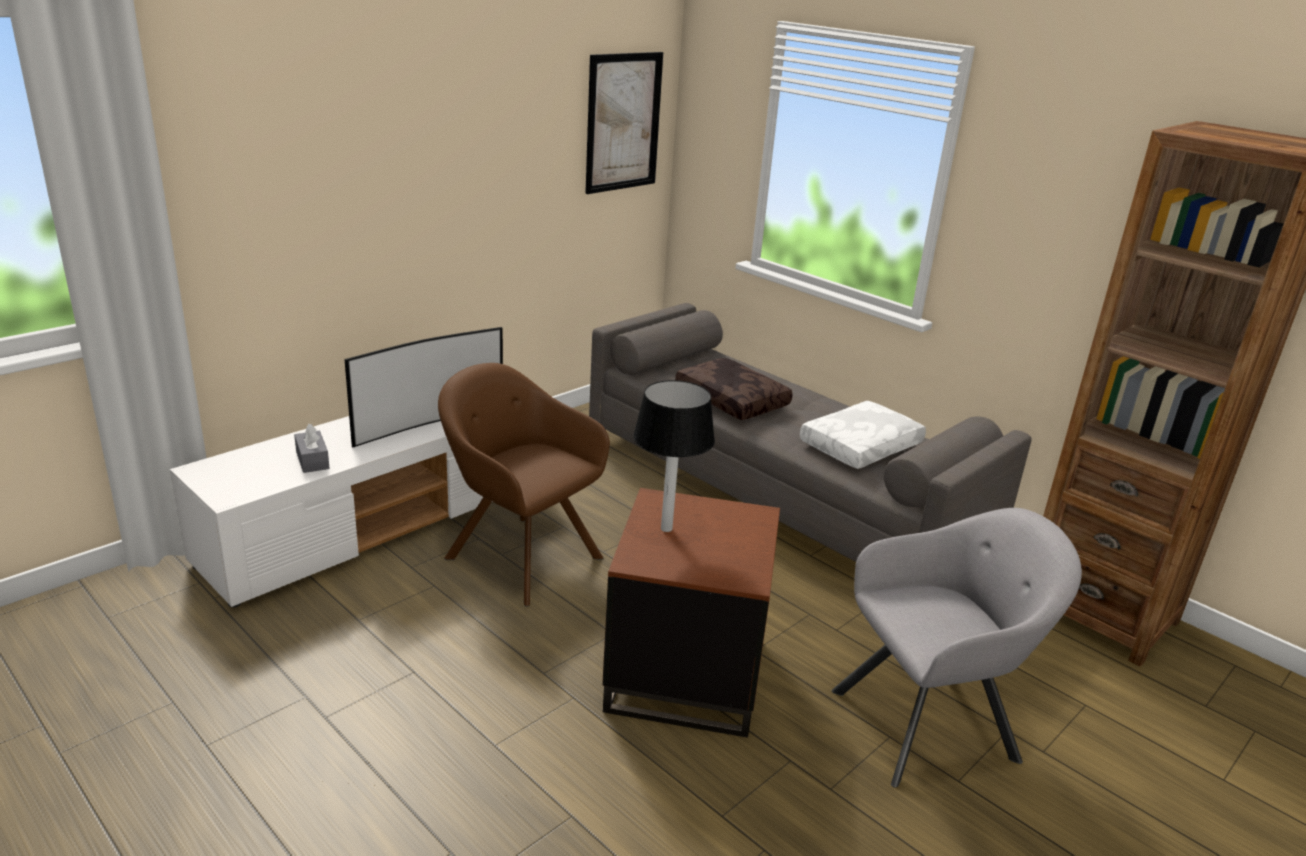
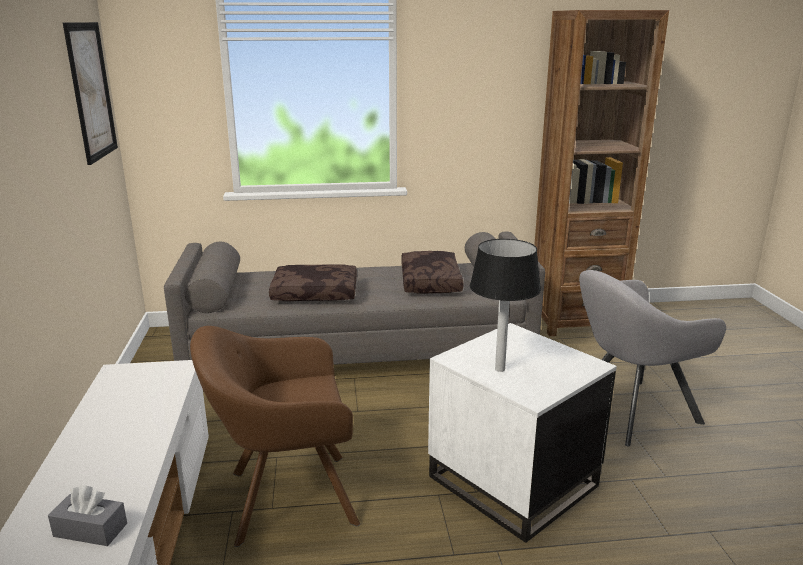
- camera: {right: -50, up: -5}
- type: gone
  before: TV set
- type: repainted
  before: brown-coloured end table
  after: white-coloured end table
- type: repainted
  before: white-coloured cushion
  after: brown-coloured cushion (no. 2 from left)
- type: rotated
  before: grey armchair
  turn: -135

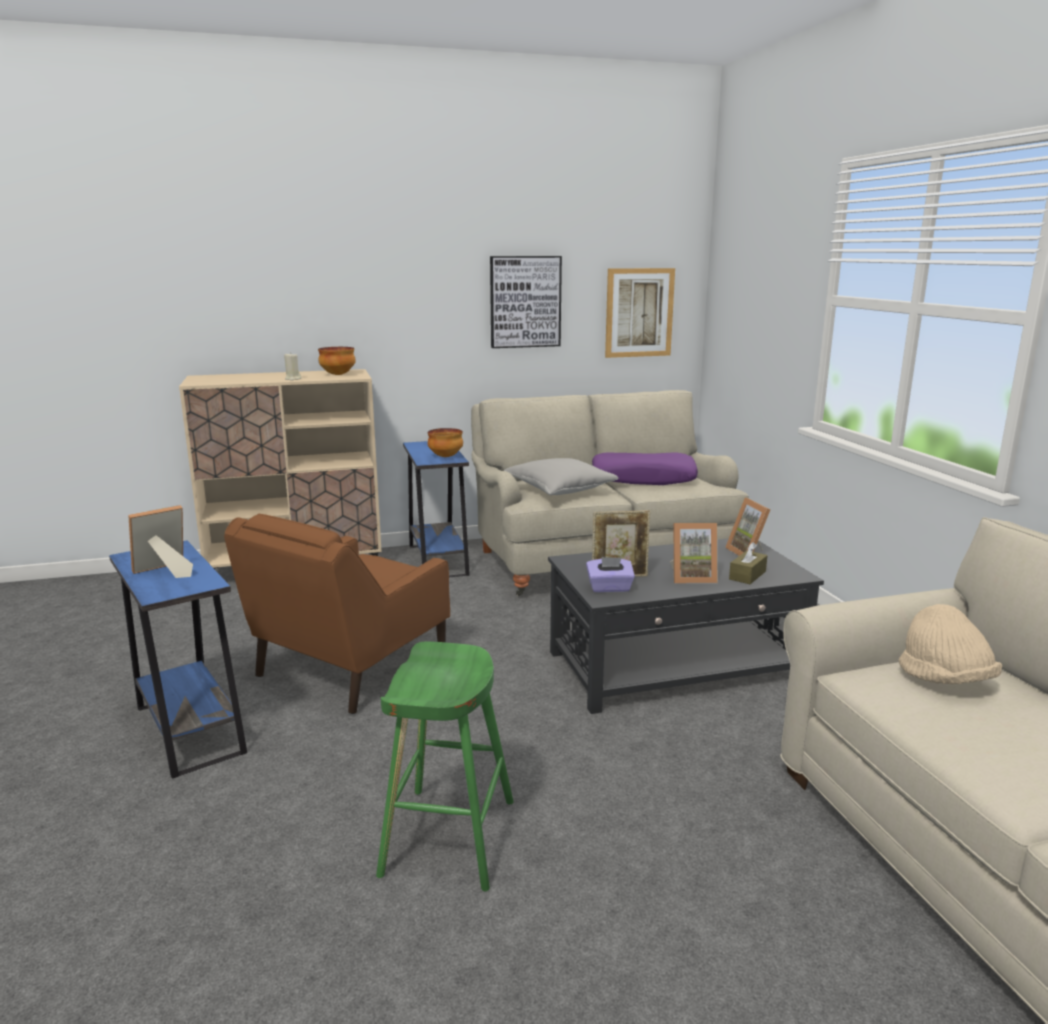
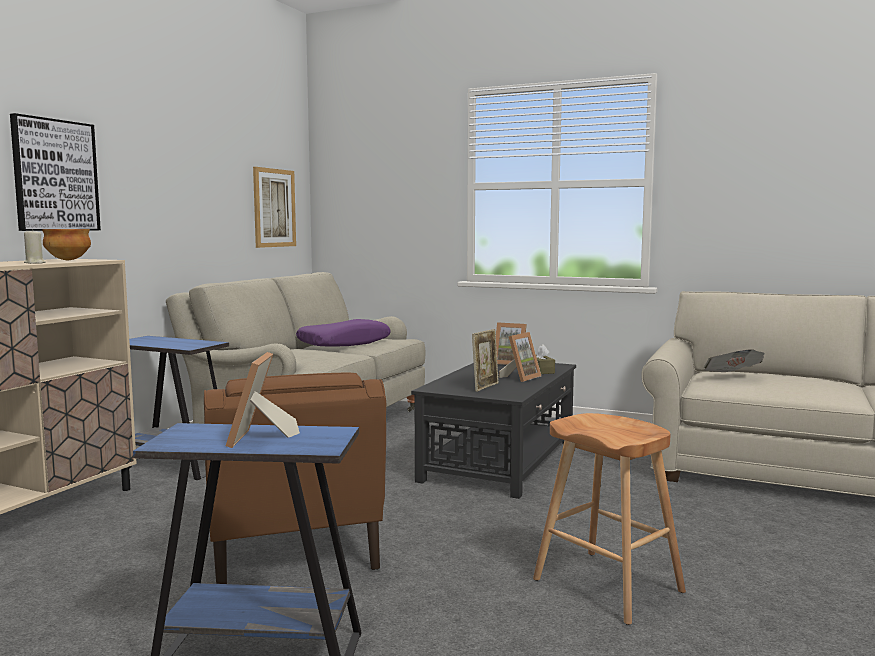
- camera: {right: -50, up: -10}
- type: gone
  before: deep dish (no. 2 from left)
- type: gone
  before: grey cushion
- type: gone
  before: purplish tissue holder
- type: shifted
  before: wall art (no. 1 from left)
- type: swapped
  before: beige hat
  after: daily paper
- type: repainted
  before: green sitting stool
  after: brown-coloured sitting stool

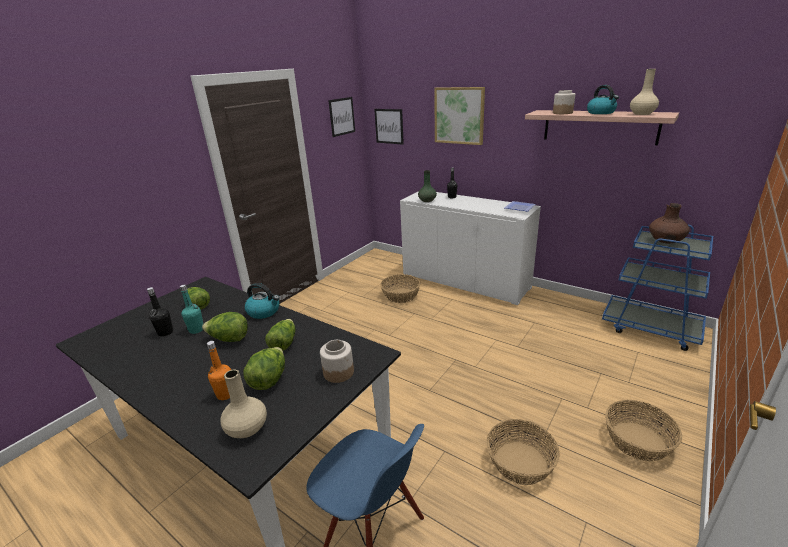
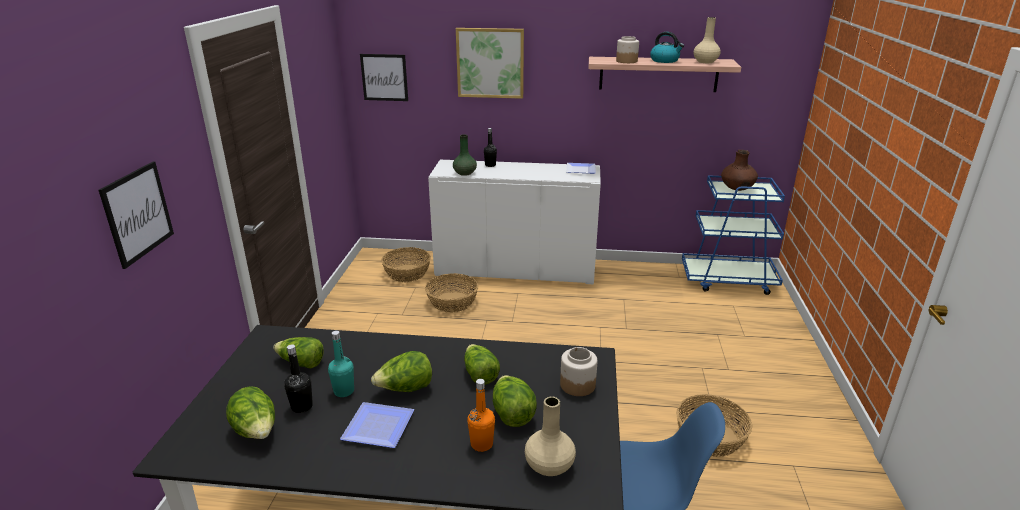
- camera: {right: -30, up: 0}
- type: gone
  before: kettle (no. 1 from left)
- type: new
  after: head of lettuce (no. 1 from left)
- type: new
  after: plate (no. 1 from left)
- type: shifted
  before: wall art (no. 1 from left)
- type: shifted
  before: household basket (no. 3 from left in the first image)
  after: household basket (no. 1 from left)

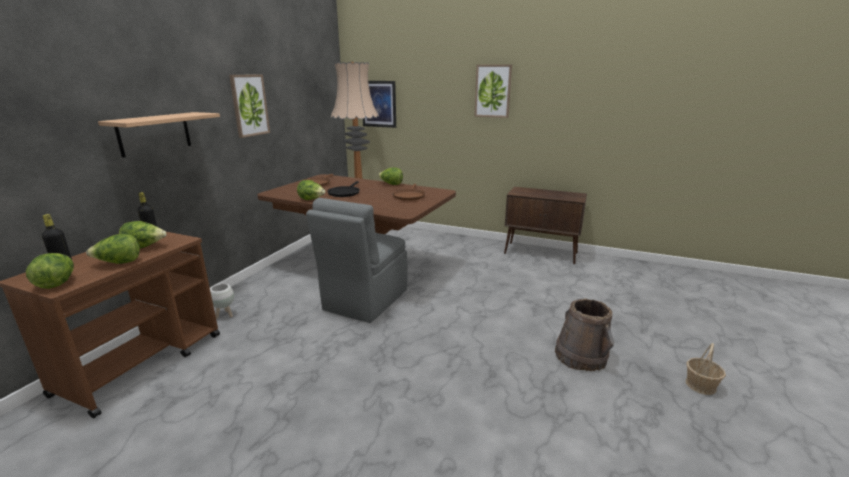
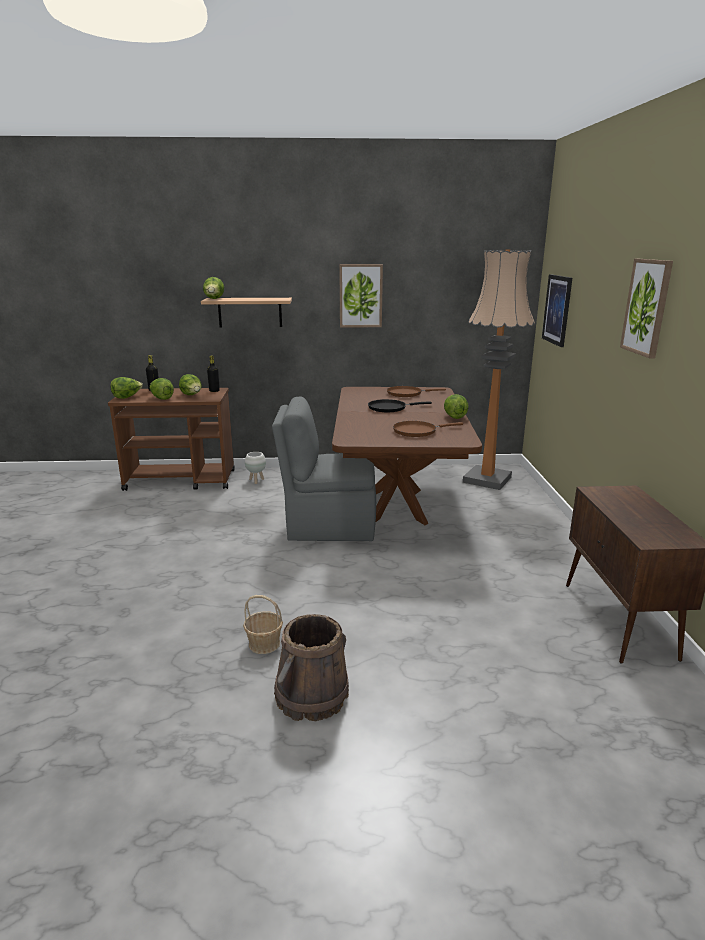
- camera: {right: 65, up: 0}
- type: shifted
  before: head of lettuce (no. 4 from left)
- type: shifted
  before: household basket

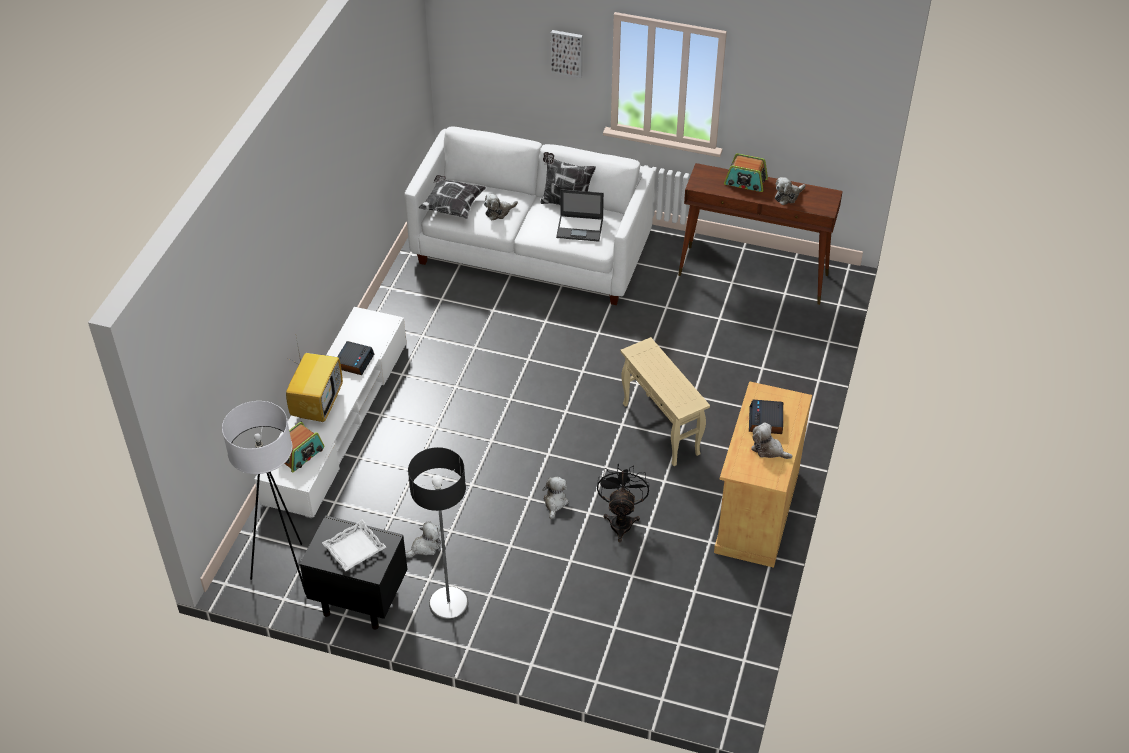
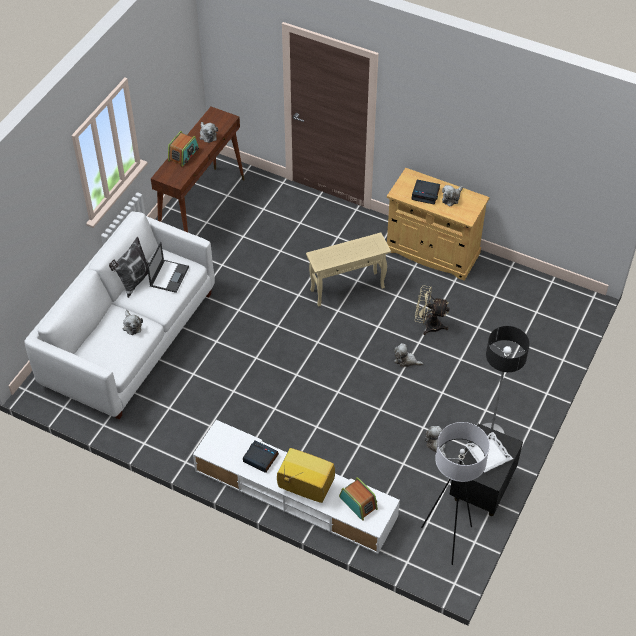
- camera: {right: -80, up: 5}
- type: gone
  before: cushion (no. 1 from left)
- type: gone
  before: wall art
- type: repainted
  before: black electric fan
  after: beige electric fan

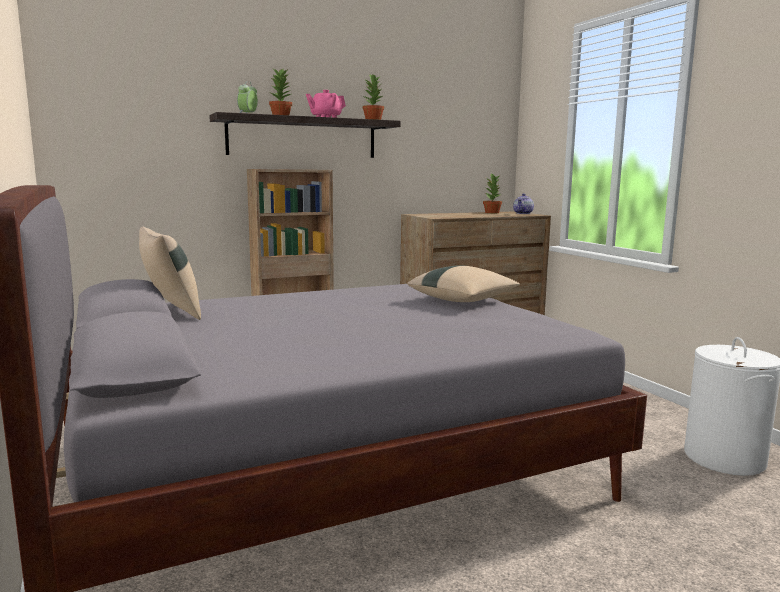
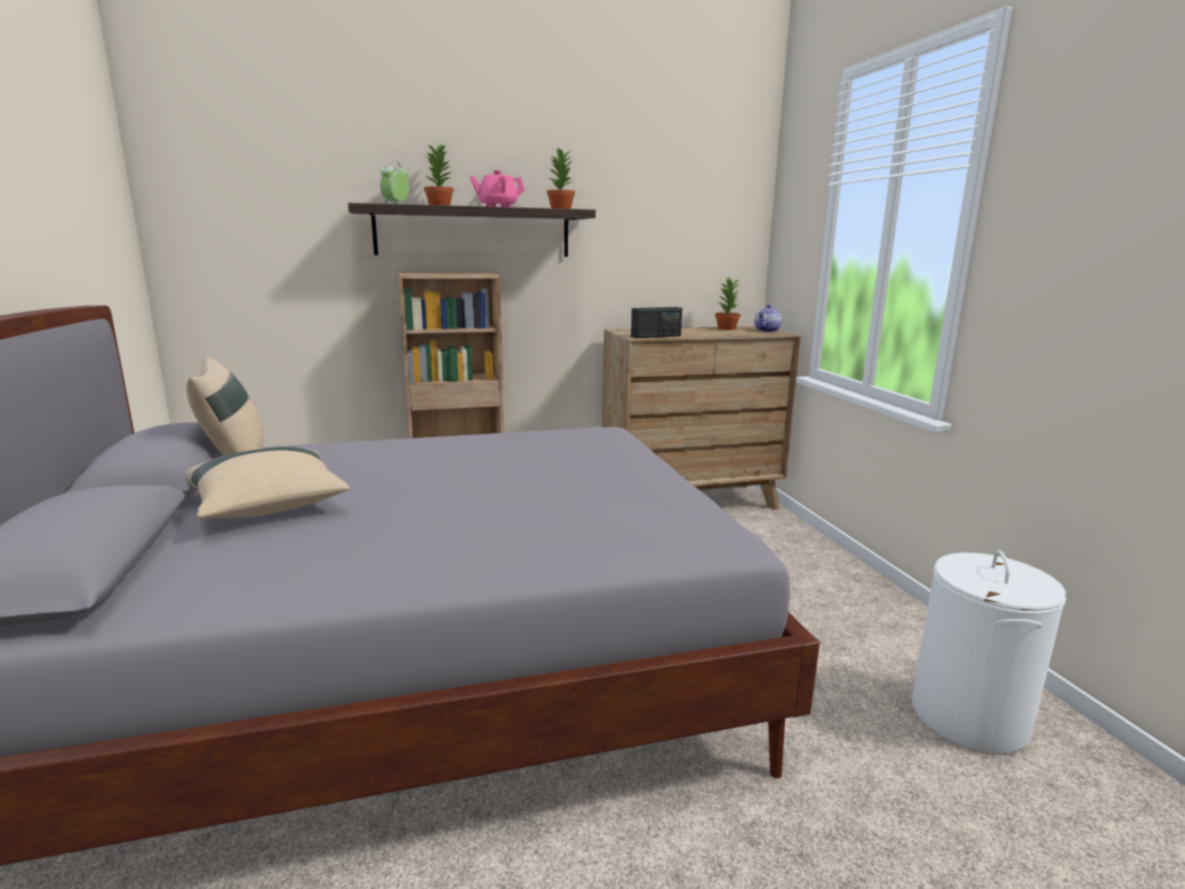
- camera: {right: 10, up: 5}
- type: new
  after: radio receiver
- type: shifted
  before: beige cushion (no. 2 from left)

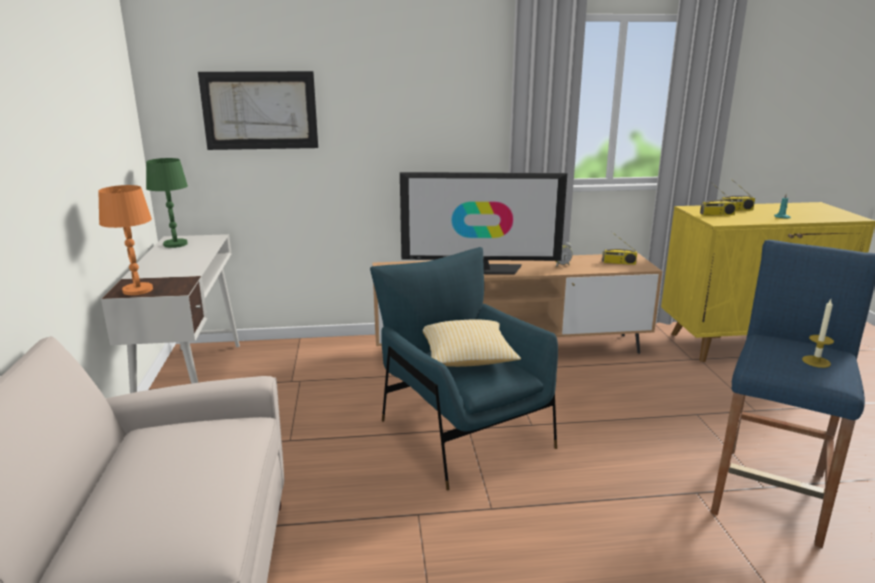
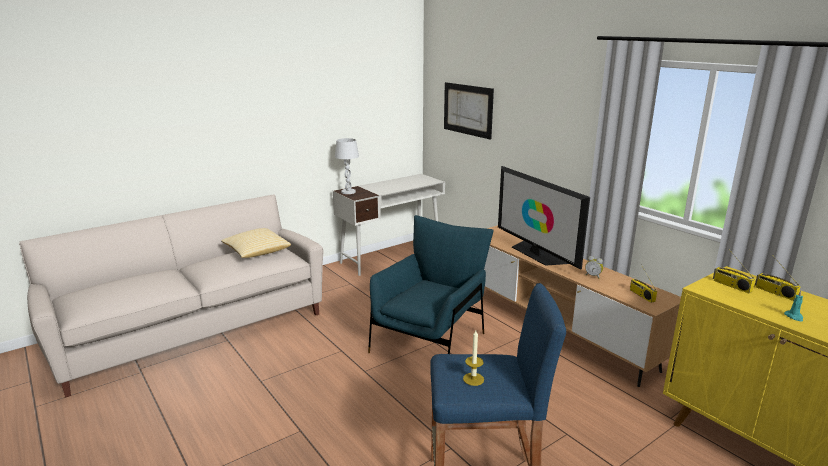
- camera: {right: 60, up: 0}
- type: gone
  before: green table lamp
- type: shifted
  before: cushion
- type: repainted
  before: orange table lamp
  after: white-coloured table lamp

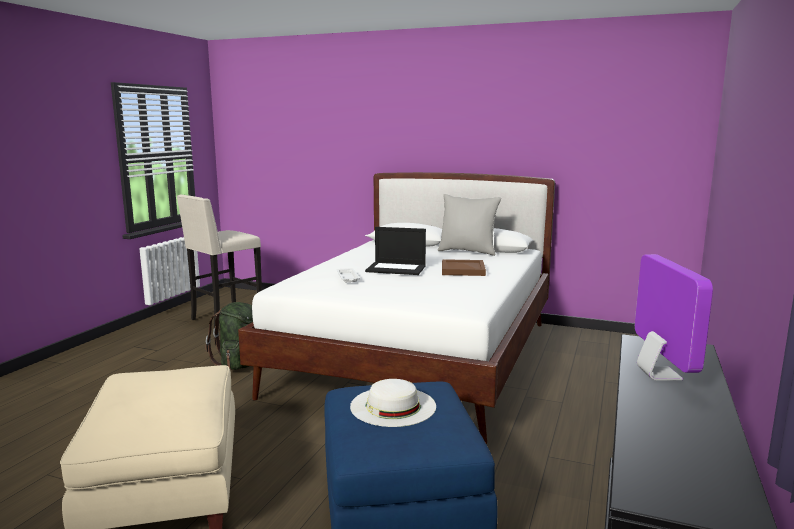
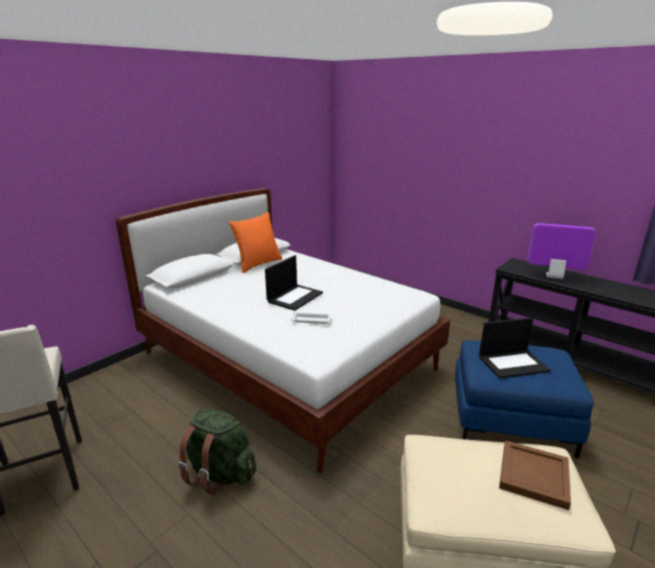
- camera: {right: -70, up: 10}
- type: shifted
  before: brown-coloured serving tray
- type: swapped
  before: white-coloured hat
  after: laptop (no. 2 from left)
- type: repainted
  before: grey cushion
  after: orange cushion

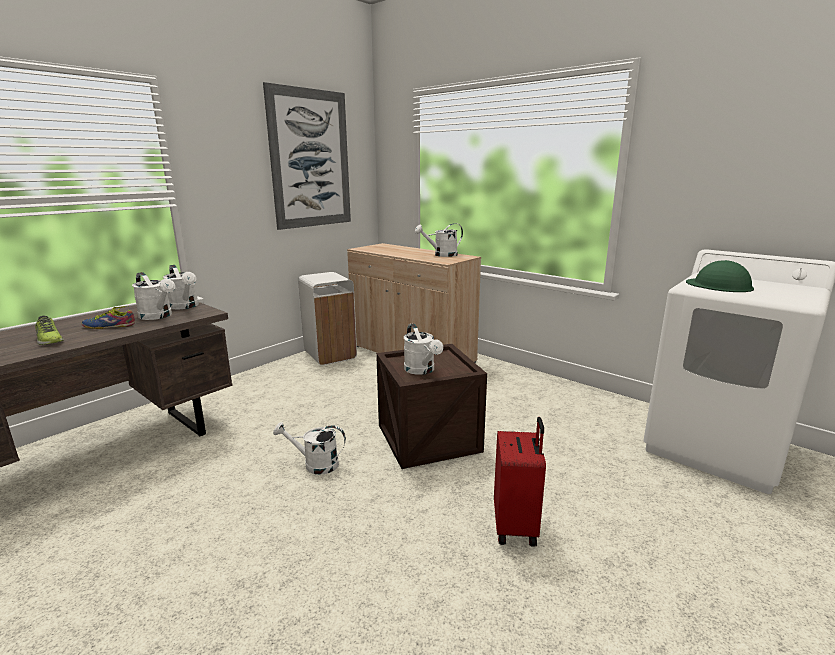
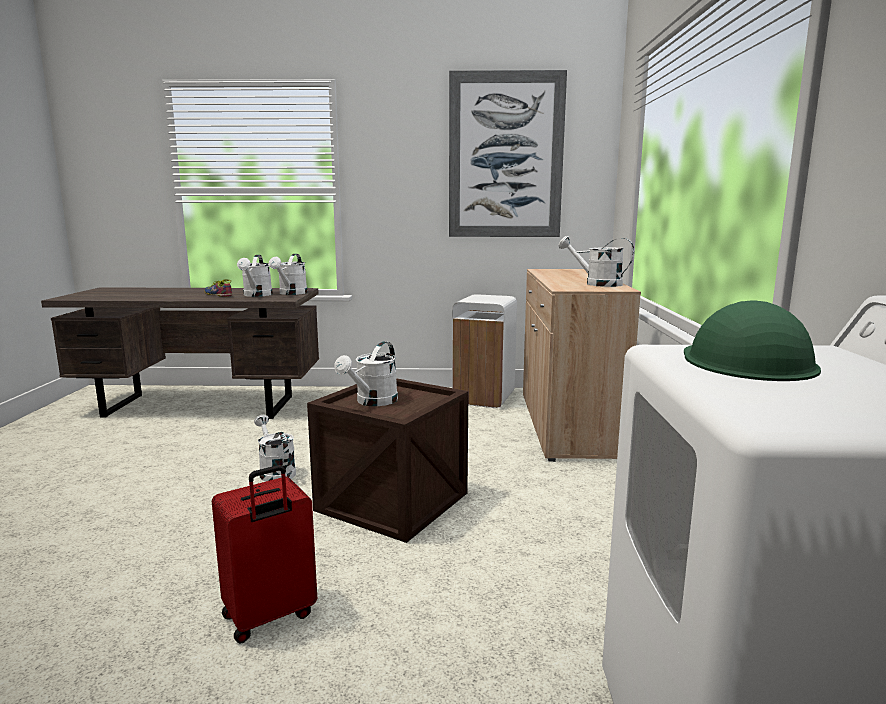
- camera: {right: 50, up: -5}
- type: gone
  before: shoe (no. 1 from left)

